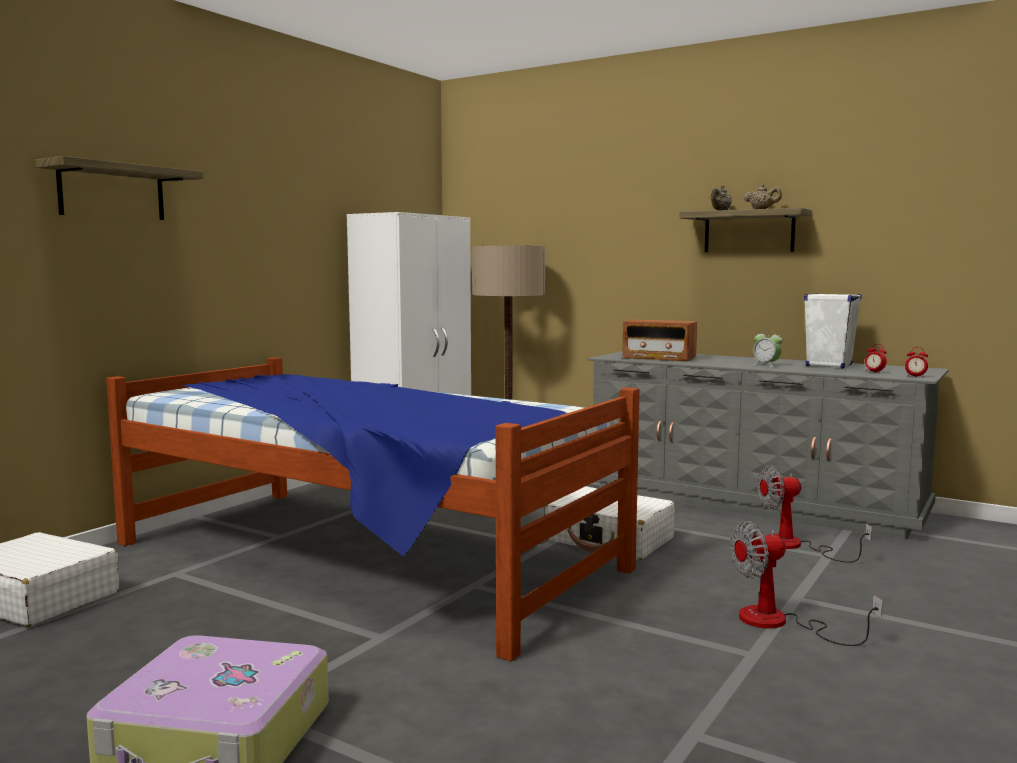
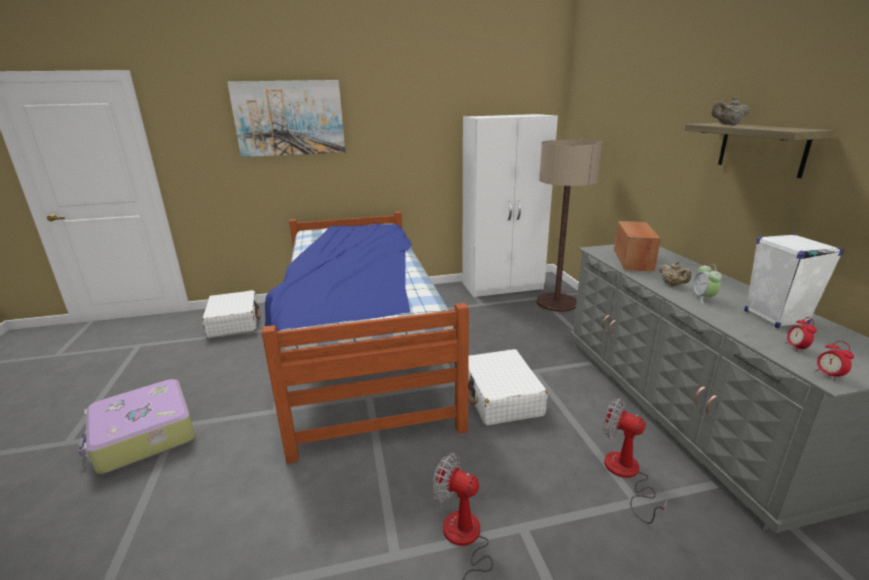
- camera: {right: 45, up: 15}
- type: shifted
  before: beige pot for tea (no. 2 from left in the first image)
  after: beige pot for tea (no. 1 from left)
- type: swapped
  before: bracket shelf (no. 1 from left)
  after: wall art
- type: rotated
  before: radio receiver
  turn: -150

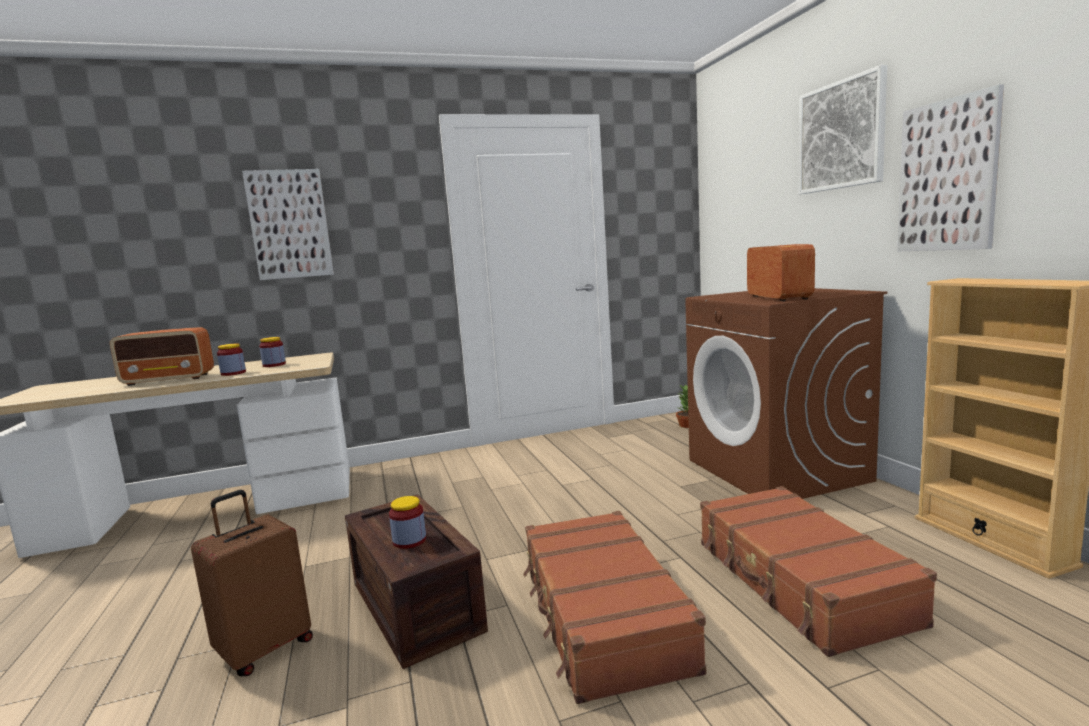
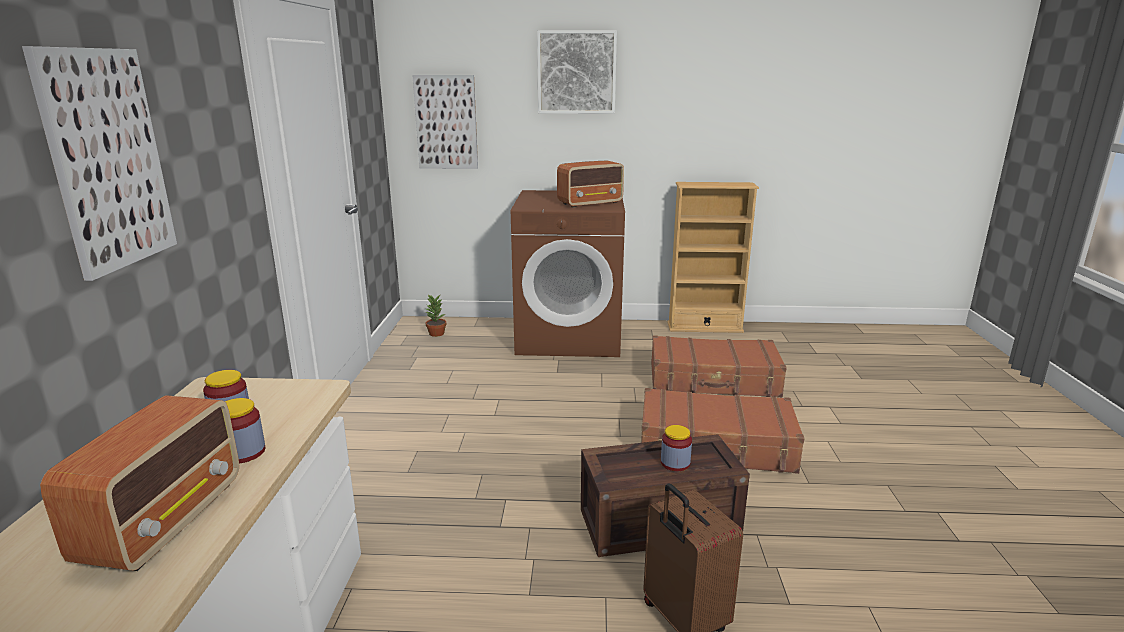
- camera: {right: -70, up: 10}
- type: shifted
  before: wall art (no. 3 from left in the first image)
  after: wall art (no. 2 from left)
- type: rotated
  before: radio receiver (no. 2 from left)
  turn: 135

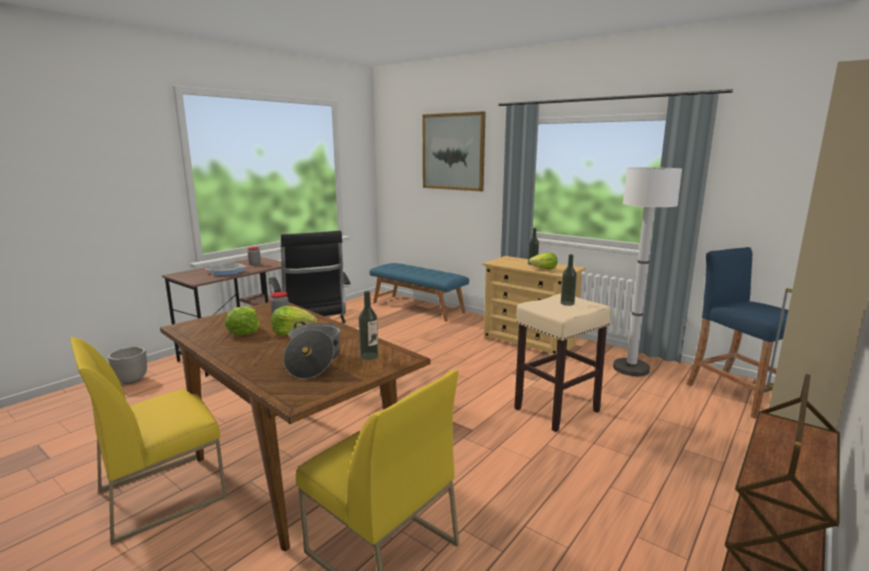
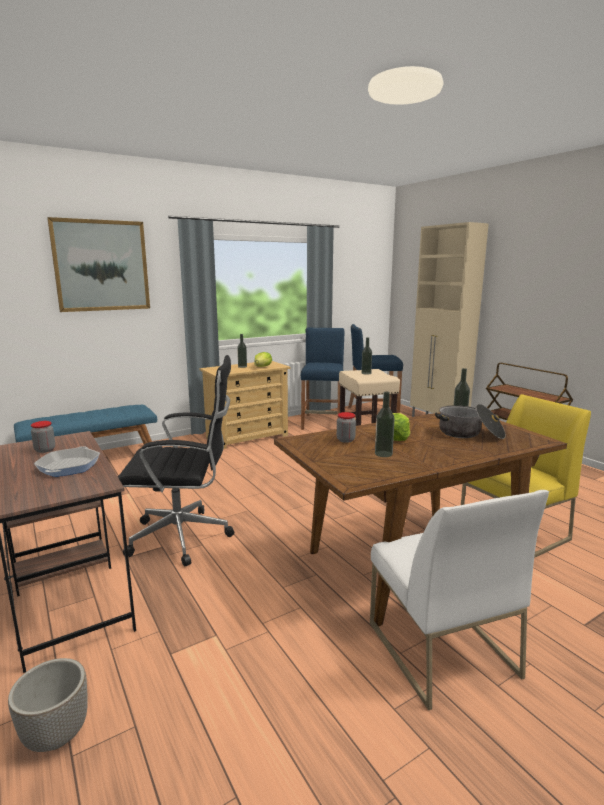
- camera: {right: -70, up: 0}
- type: swapped
  before: head of lettuce (no. 1 from left)
  after: drink bottle (no. 3 from left)
- type: swapped
  before: white-coloured standing lamp
  after: blue sitting stool (no. 1 from left)
- type: repainted
  before: yellow plain chair (no. 1 from left)
  after: white-coloured plain chair

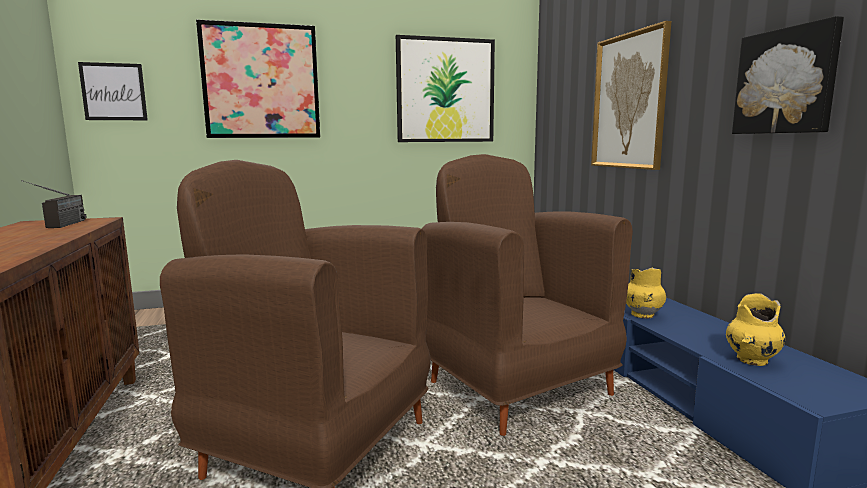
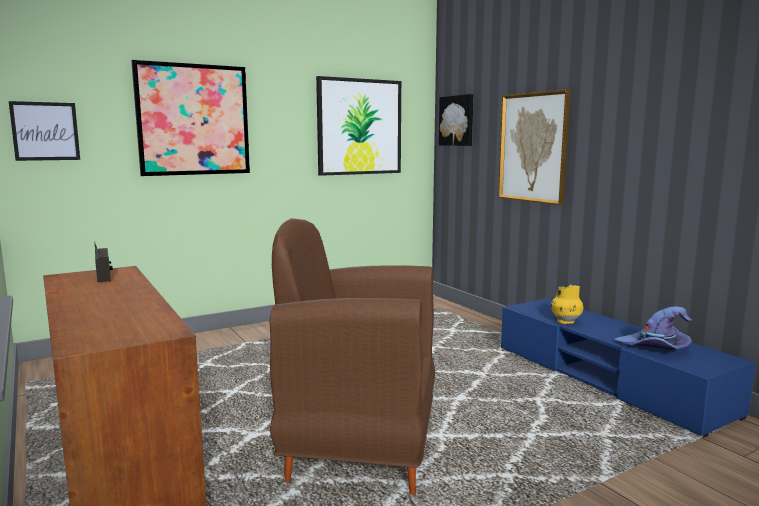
- camera: {right: -15, up: 0}
- type: gone
  before: brown-coloured armchair (no. 2 from left)
- type: shifted
  before: wall art (no. 5 from left in the first image)
  after: wall art (no. 4 from left)
- type: swapped
  before: yellow decorative vase (no. 2 from left)
  after: purplish hat

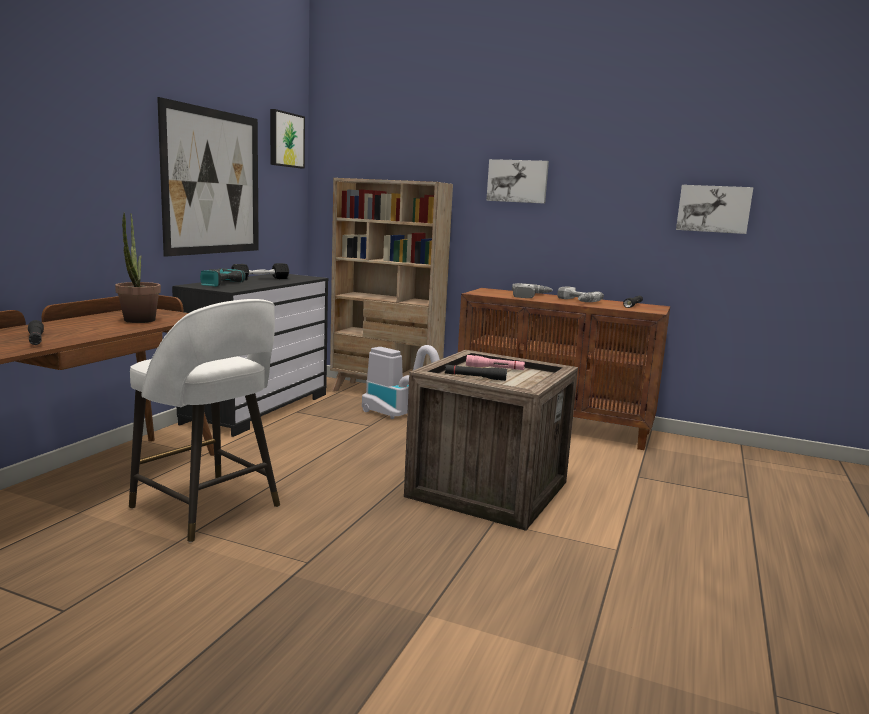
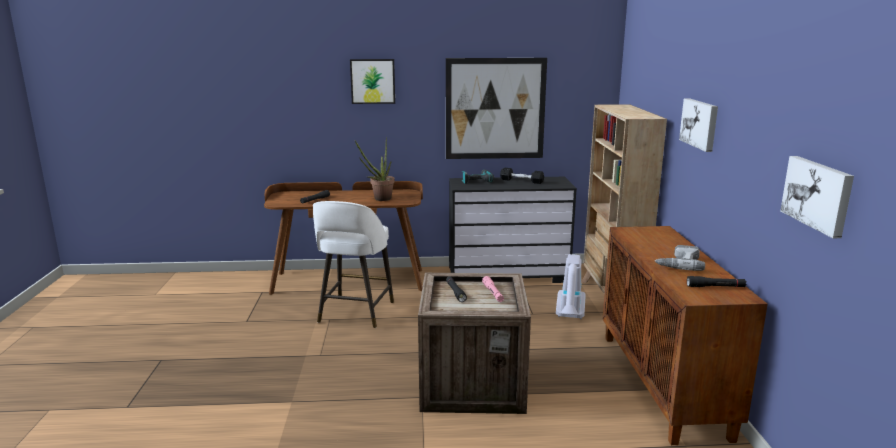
- camera: {right: 65, up: 5}
- type: gone
  before: power drill (no. 2 from left)
- type: shifted
  before: wall art (no. 2 from left in the first image)
  after: wall art (no. 1 from left)

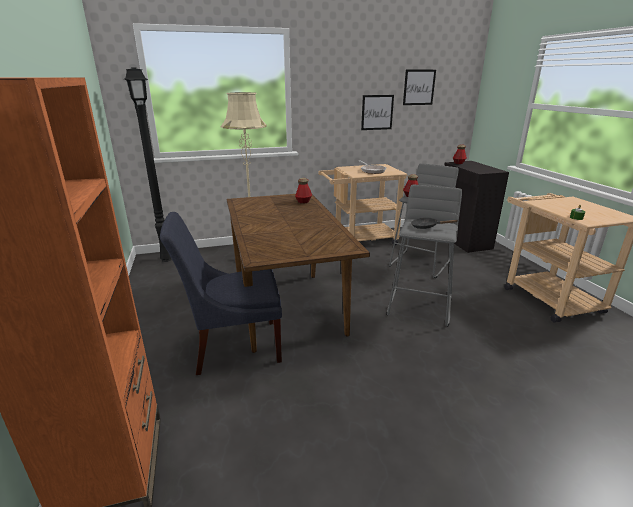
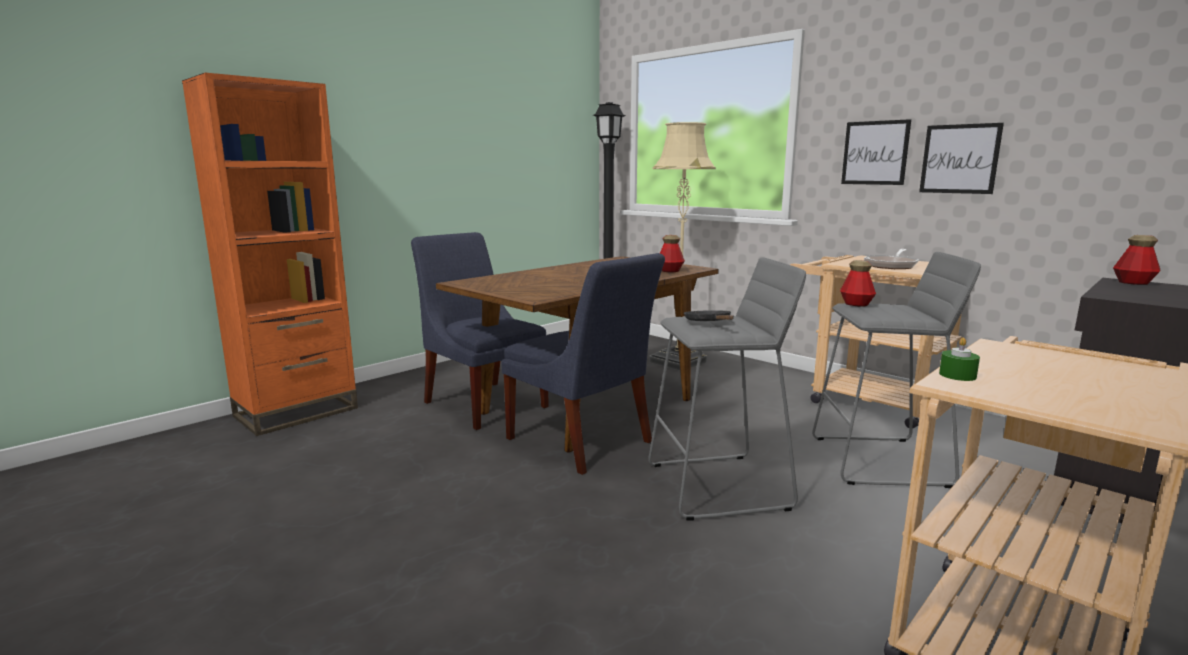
- camera: {right: 60, up: -10}
- type: new
  after: blue plain chair (no. 2 from left)
- type: shifted
  before: wall art (no. 2 from left in the first image)
  after: wall art (no. 1 from left)

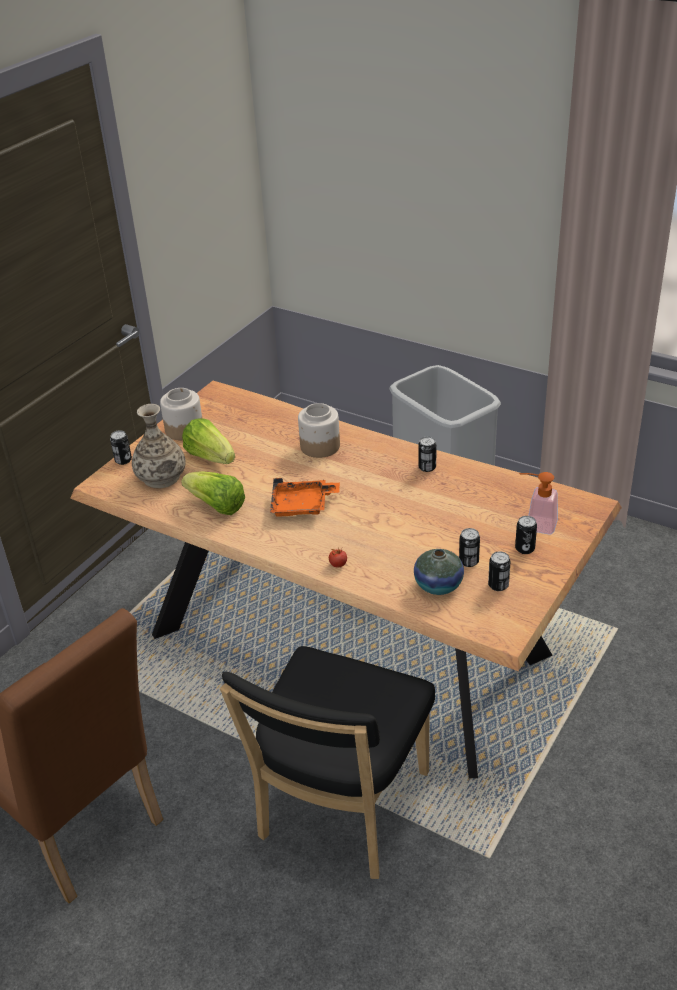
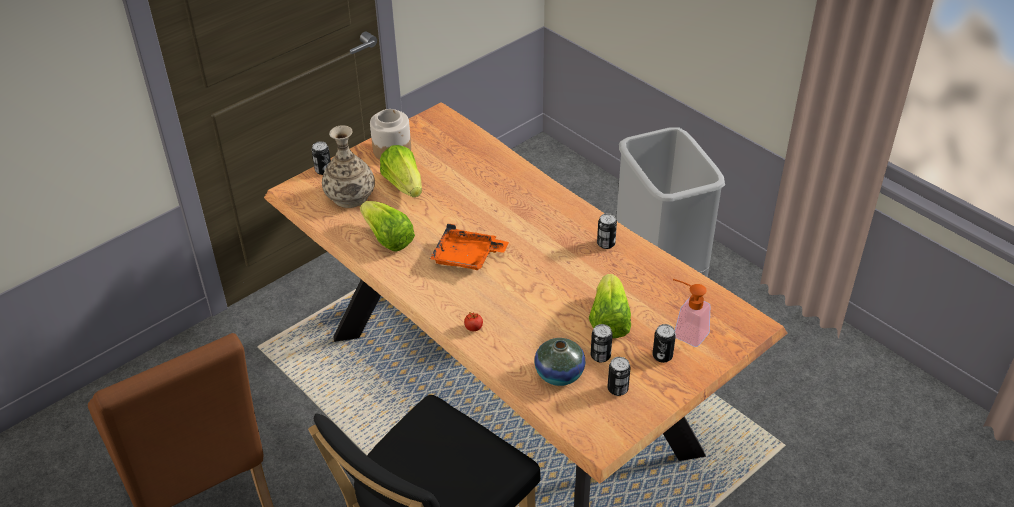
- camera: {right: 15, up: 5}
- type: gone
  before: jar (no. 2 from left)
- type: new
  after: head of lettuce (no. 3 from left)

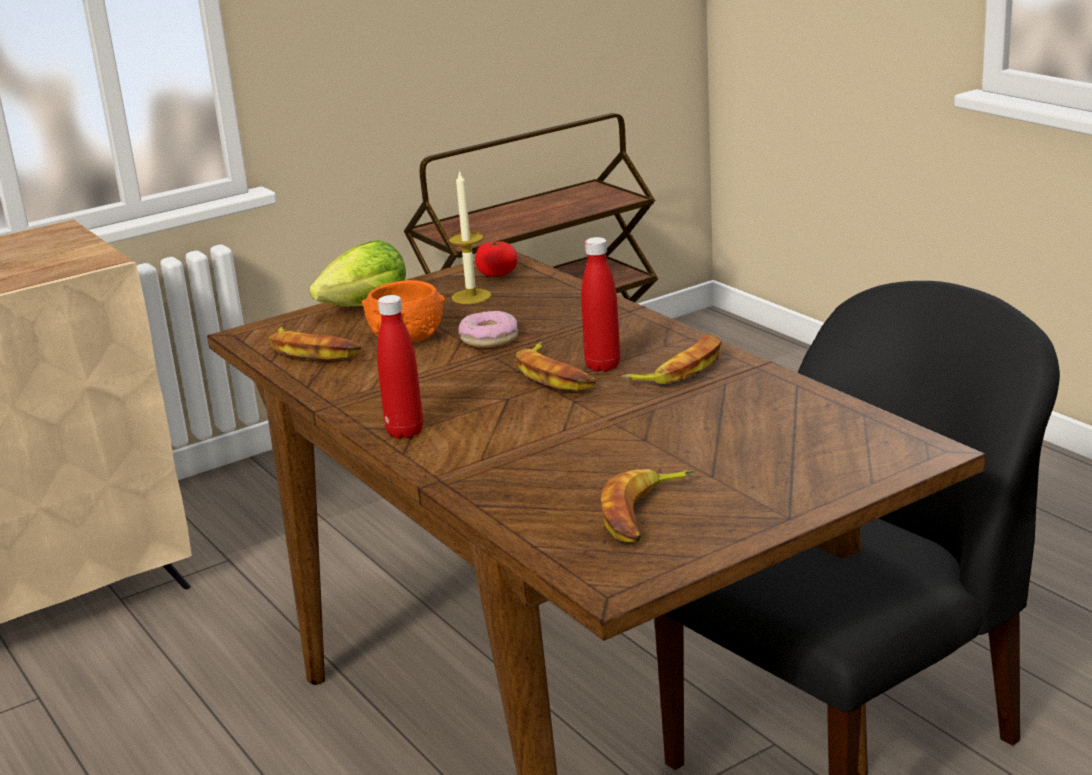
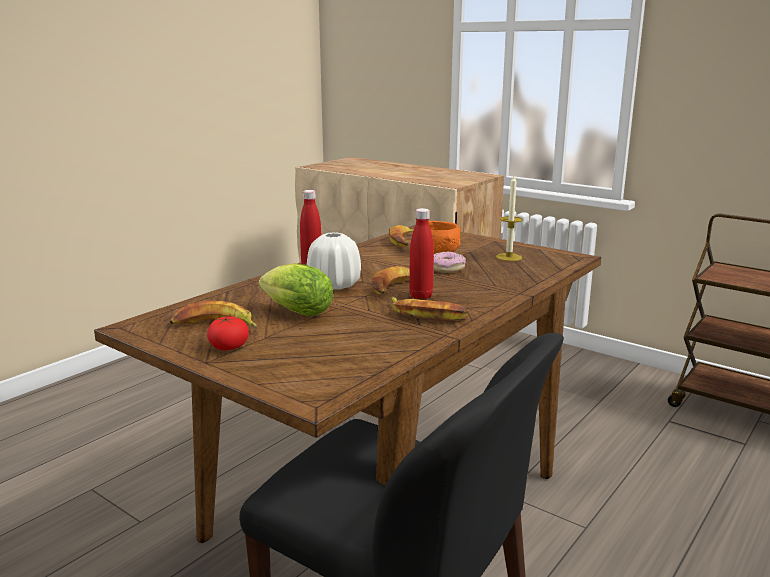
- camera: {right: 70, up: -5}
- type: new
  after: white-coloured decorative vase
- type: shifted
  before: head of lettuce
- type: shifted
  before: whole tomato

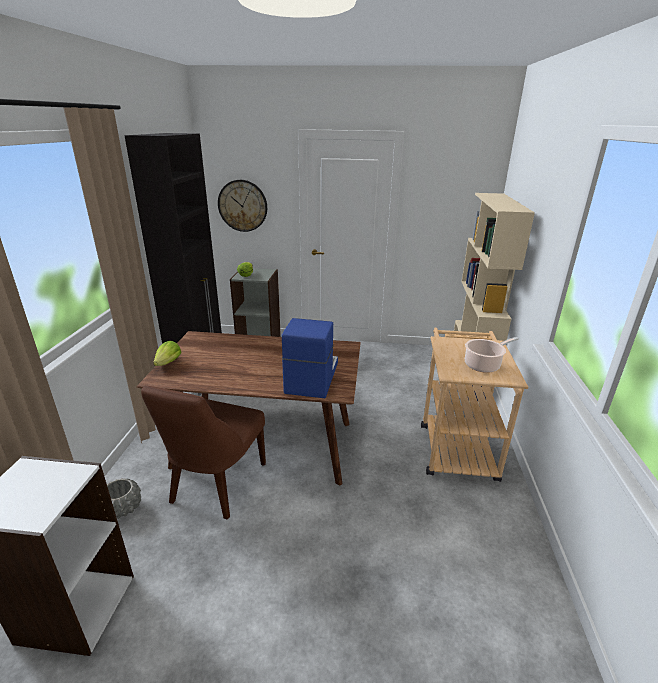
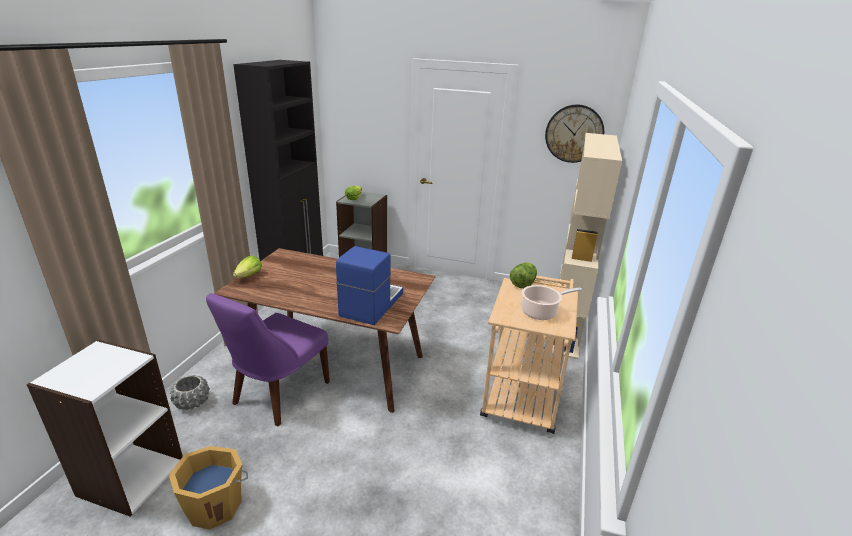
- camera: {right: 10, up: 0}
- type: new
  after: orange bucket
- type: new
  after: head of lettuce (no. 3 from left)
- type: shifted
  before: hanging clock
- type: repainted
  before: brown-coloured plain chair
  after: purplish plain chair

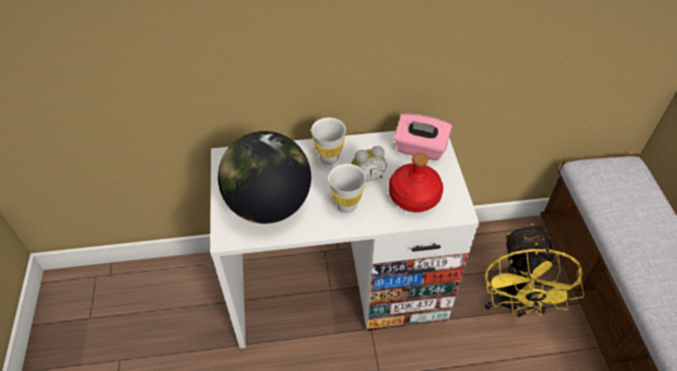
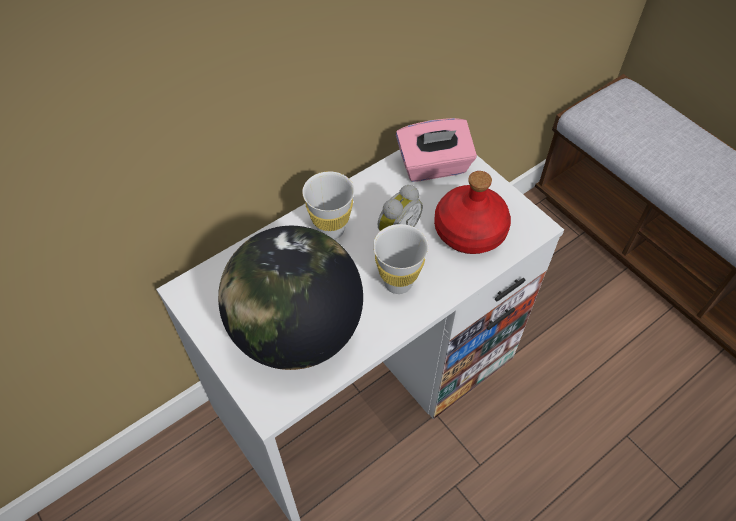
- camera: {right: -30, up: 5}
- type: gone
  before: yellow electric fan

